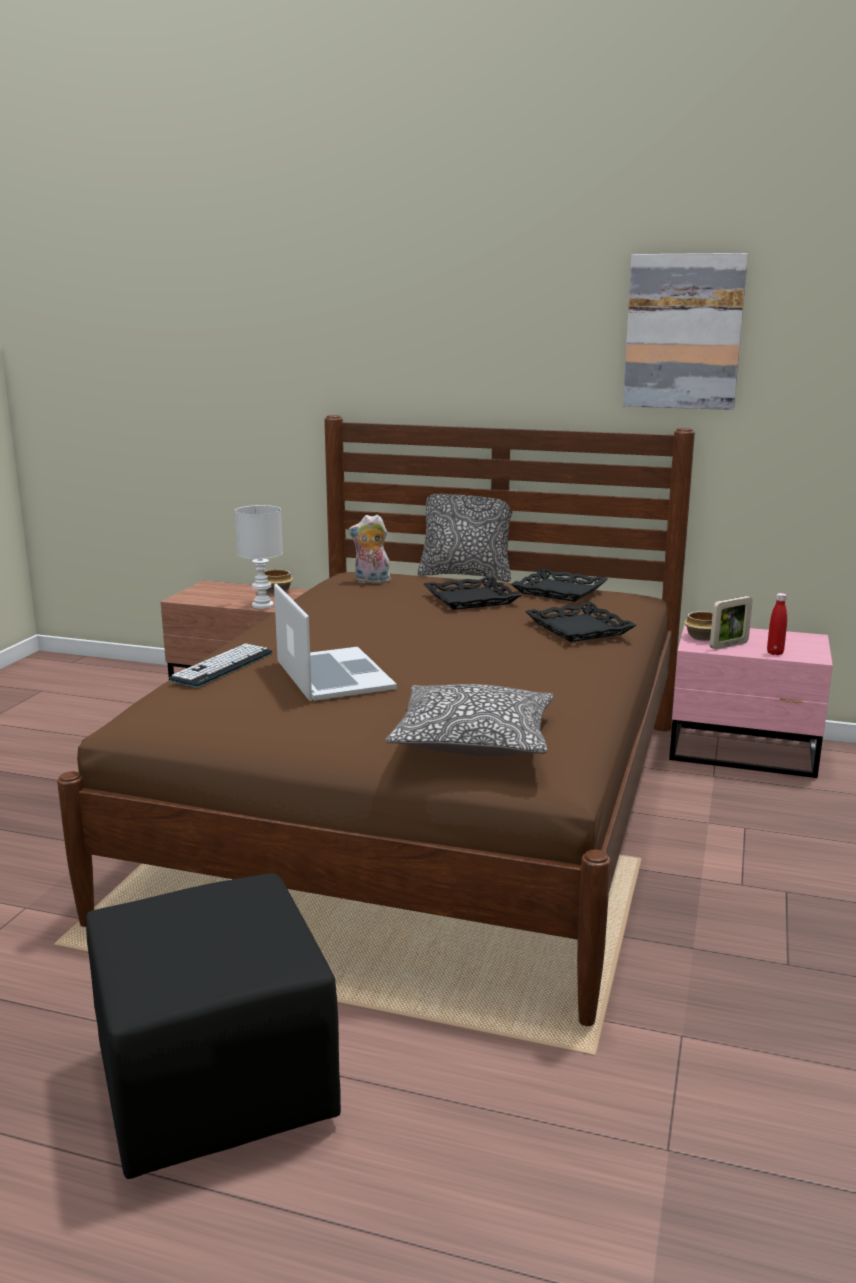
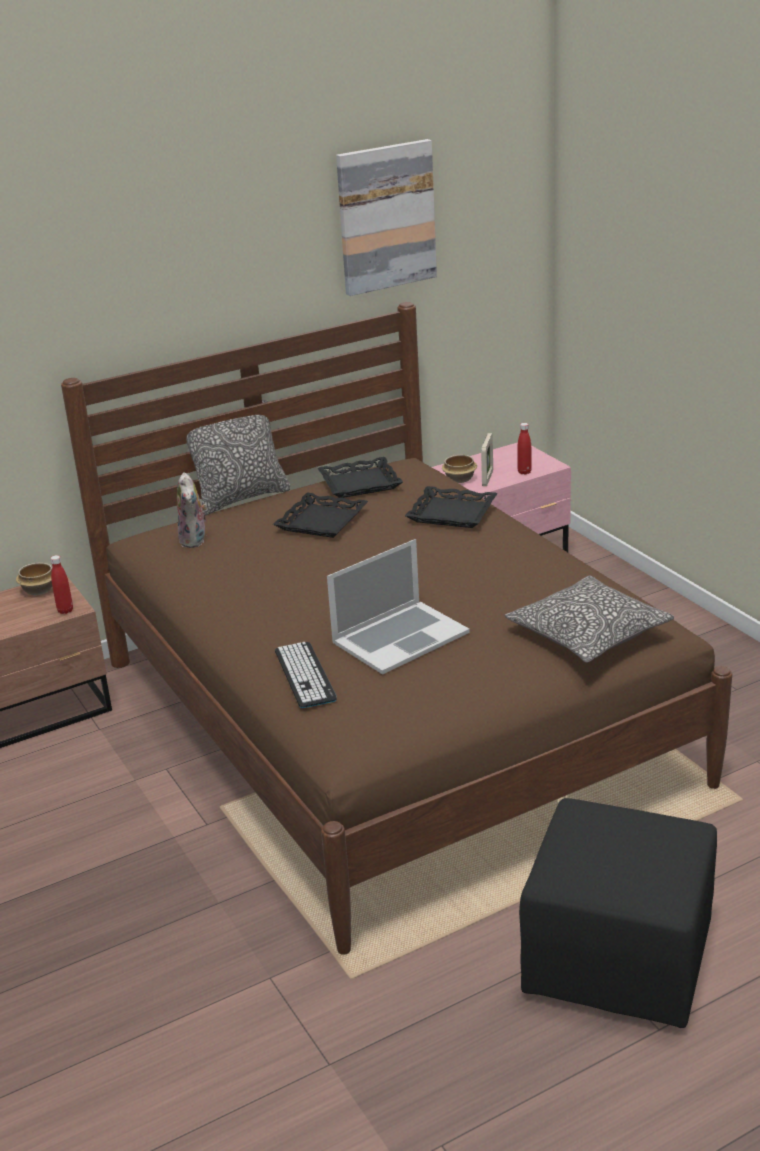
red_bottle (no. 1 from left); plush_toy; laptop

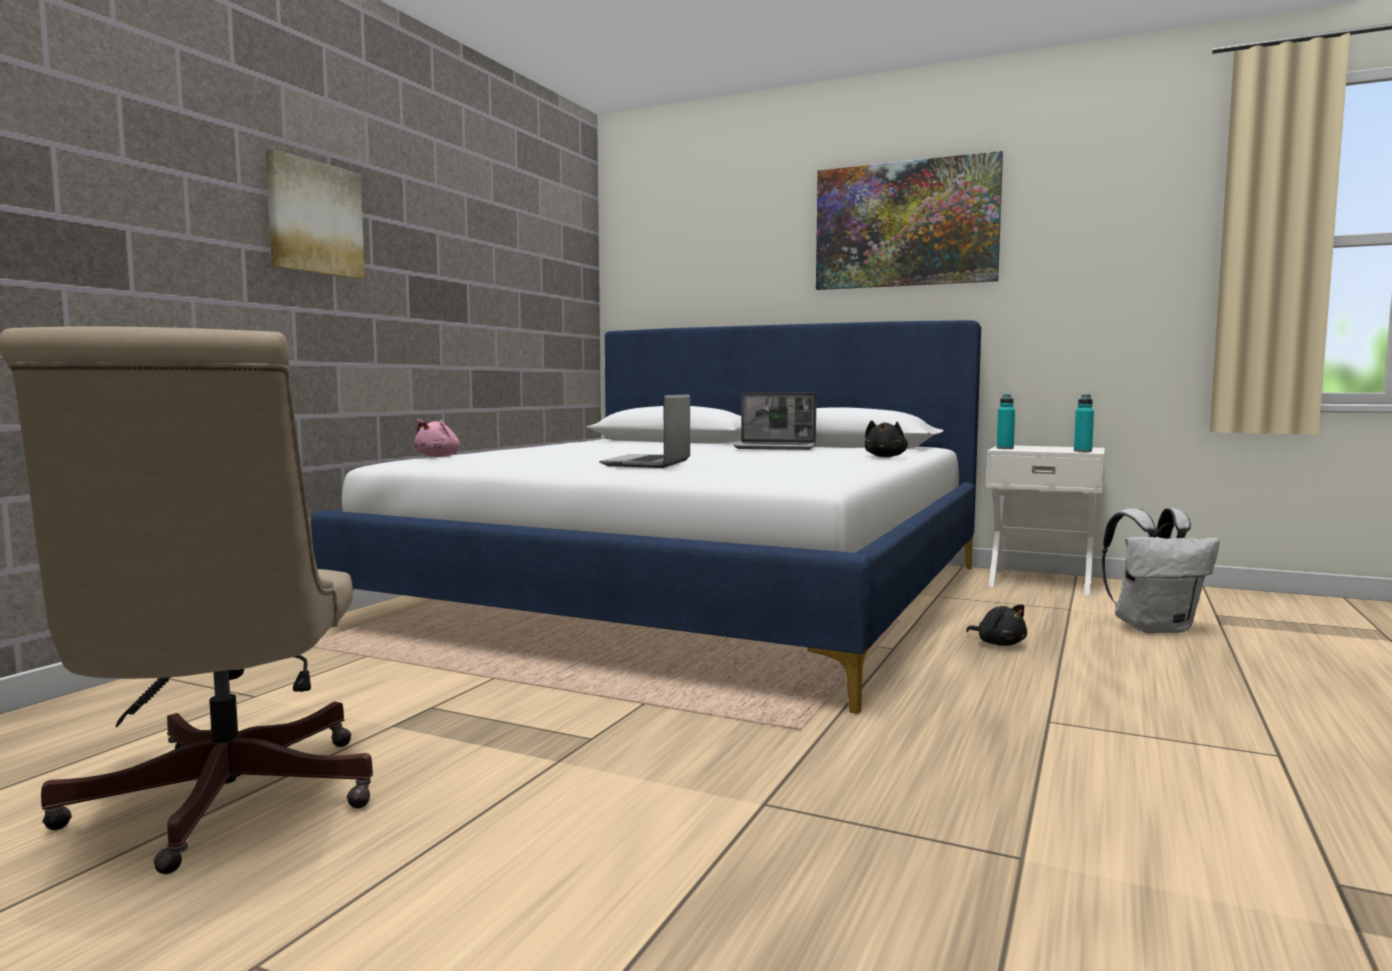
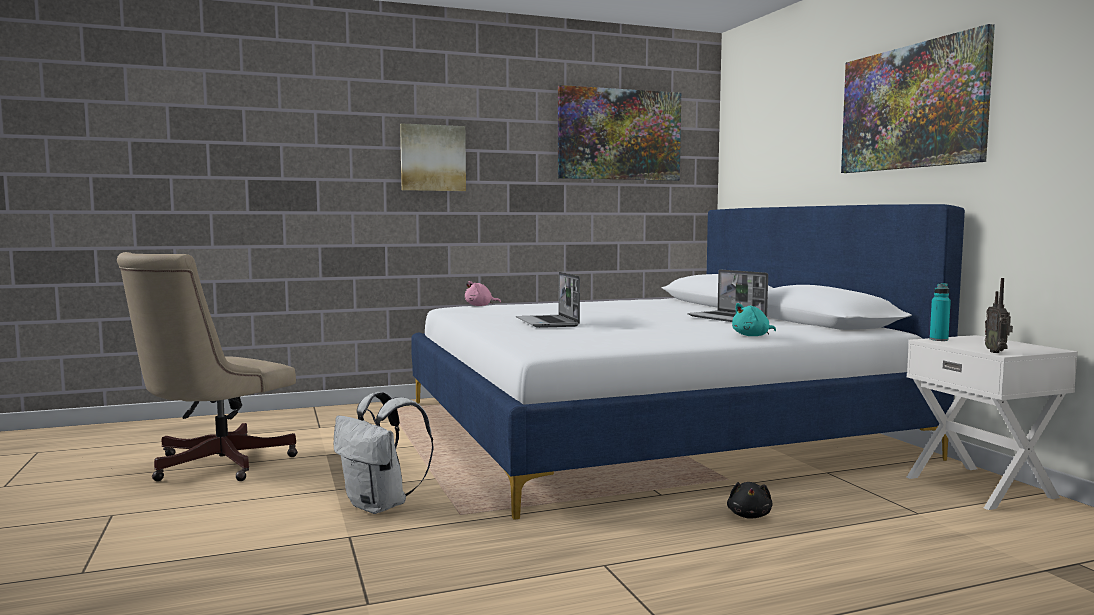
laptop (no. 1 from left); radio; turquoise_plush_toy; white_backpack; picture (no. 2 from left)

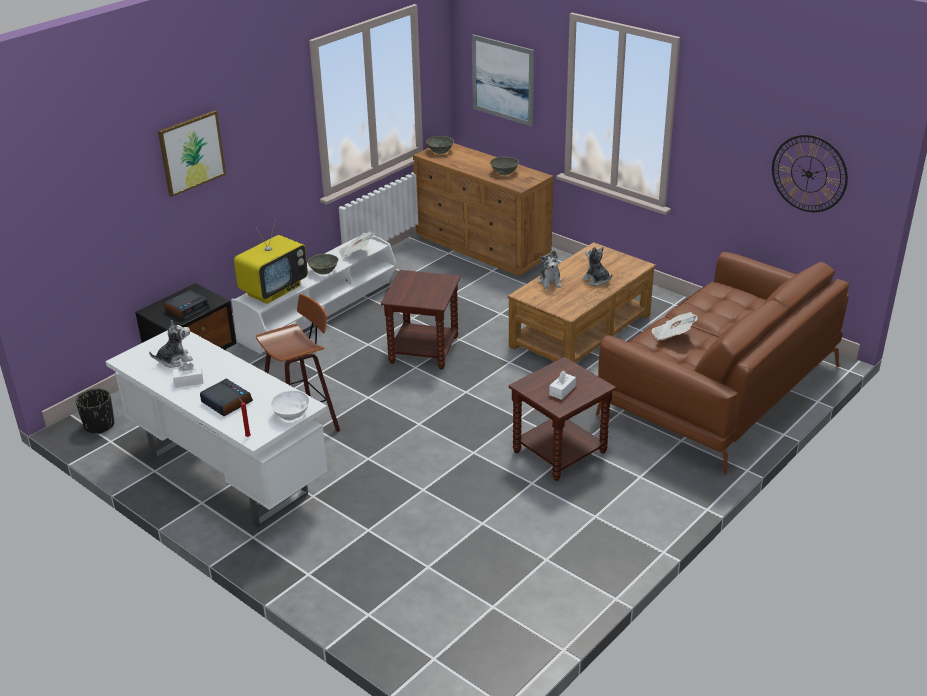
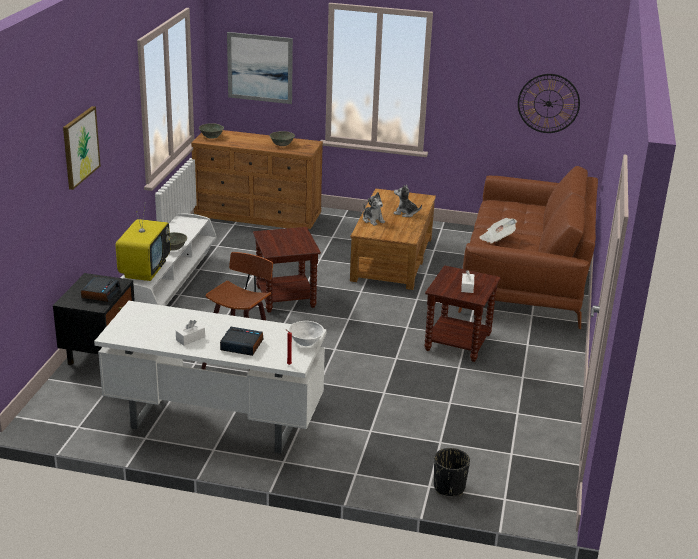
newspaper (no. 1 from left in the first image); plush_toy (no. 1 from left in the first image); black_planter

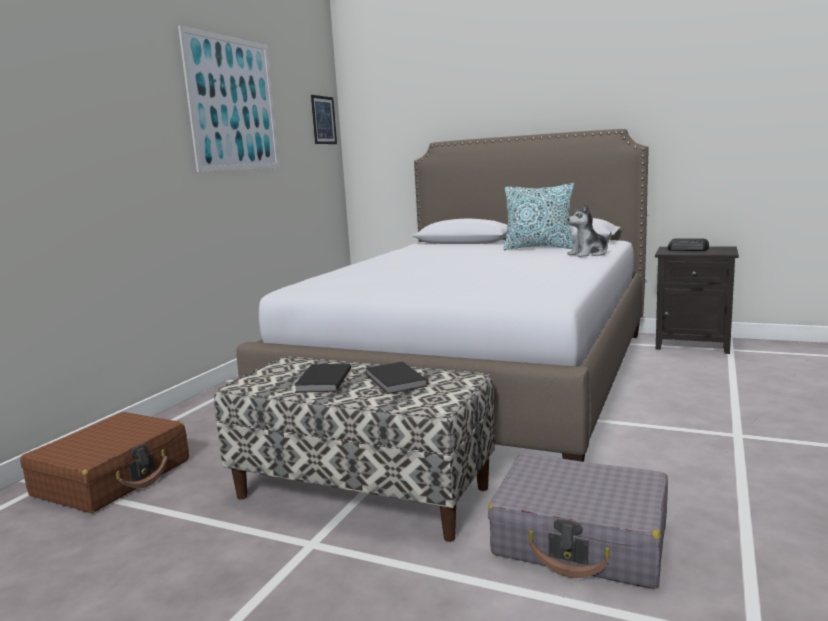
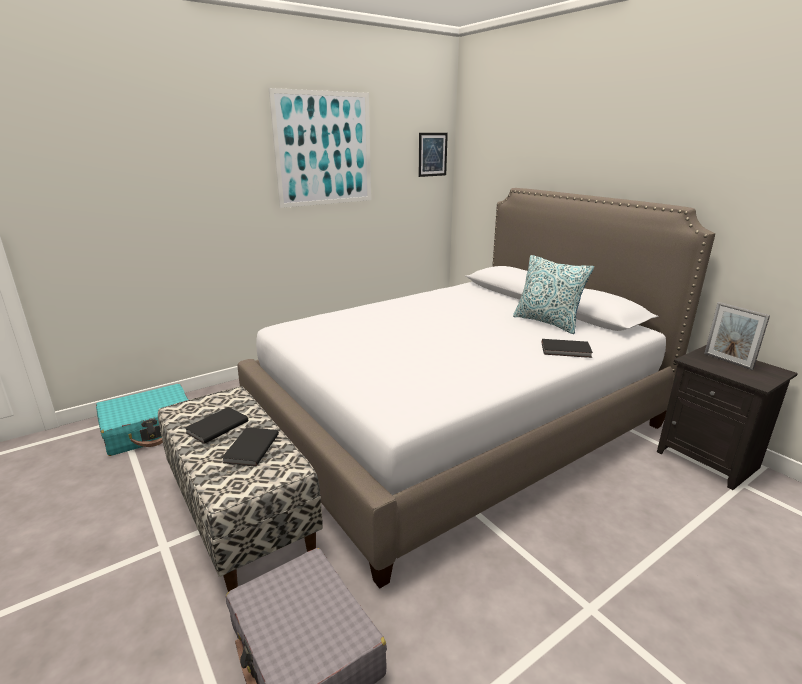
black_book (no. 3 from left); picture_frame; turquoise_suitcase

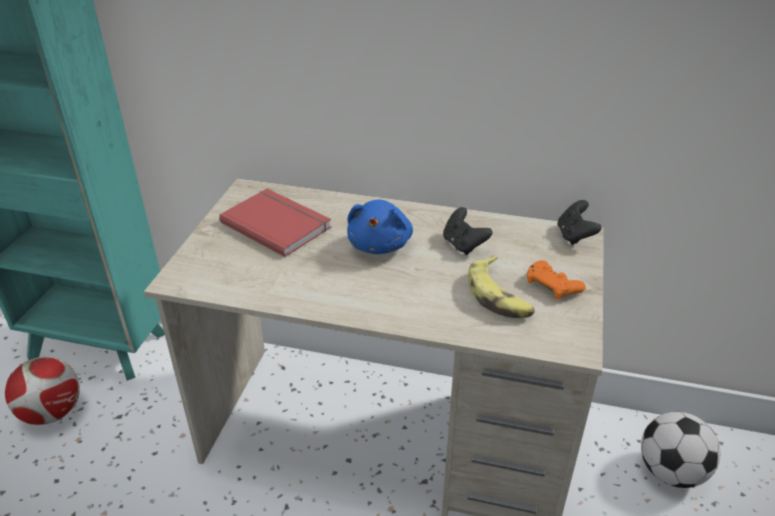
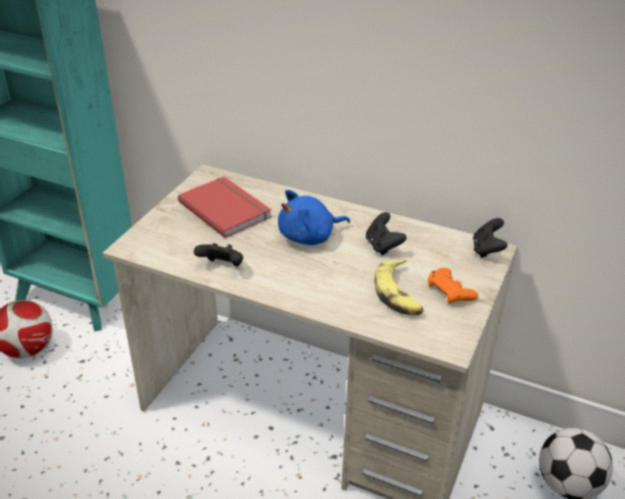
blue_plush_toy; black_game_controller (no. 1 from left)

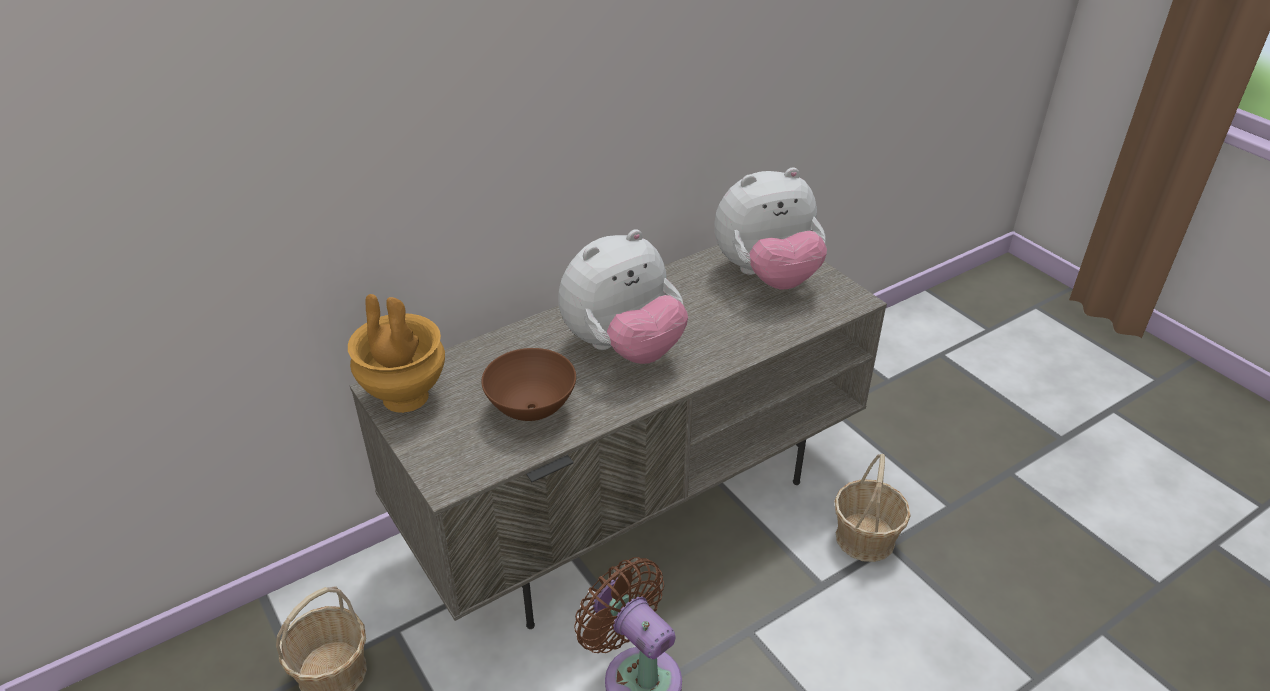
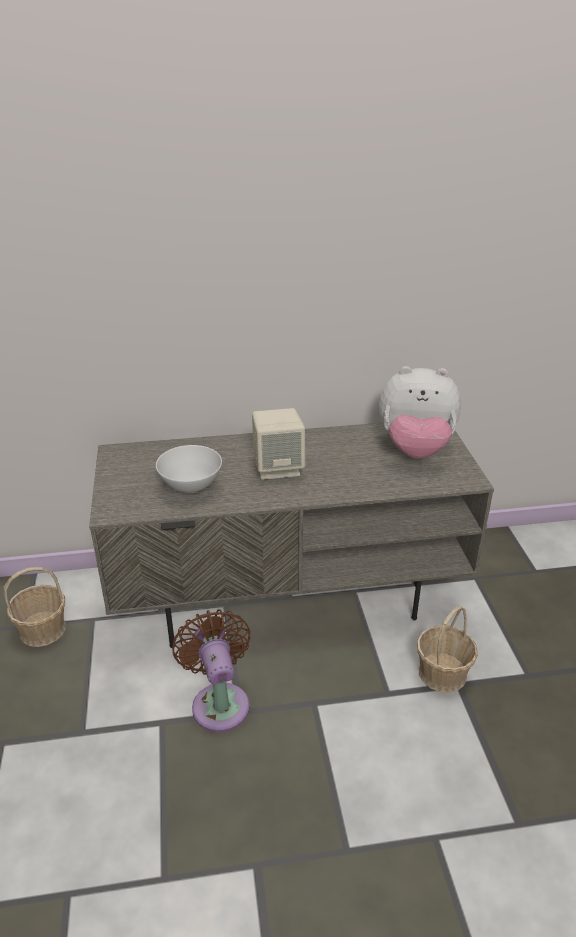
beige_speaker; brown_vase; white_bowl

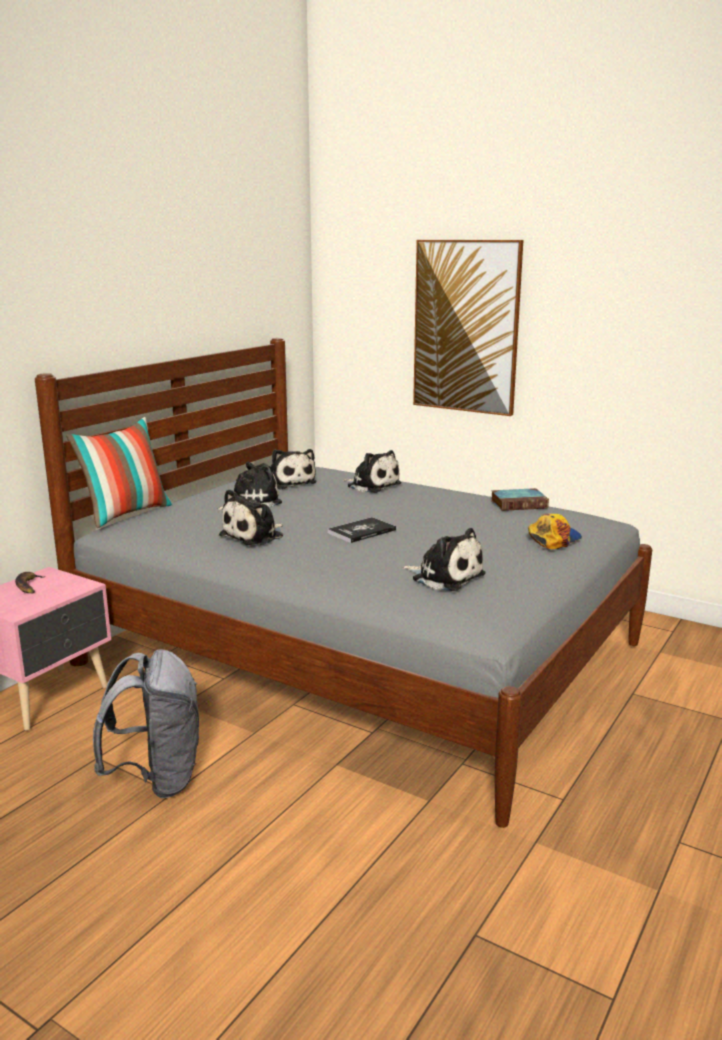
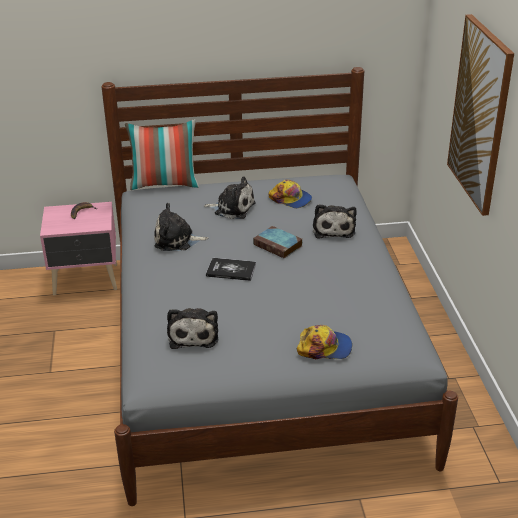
cap (no. 1 from left); book (no. 2 from left); grey_backpack

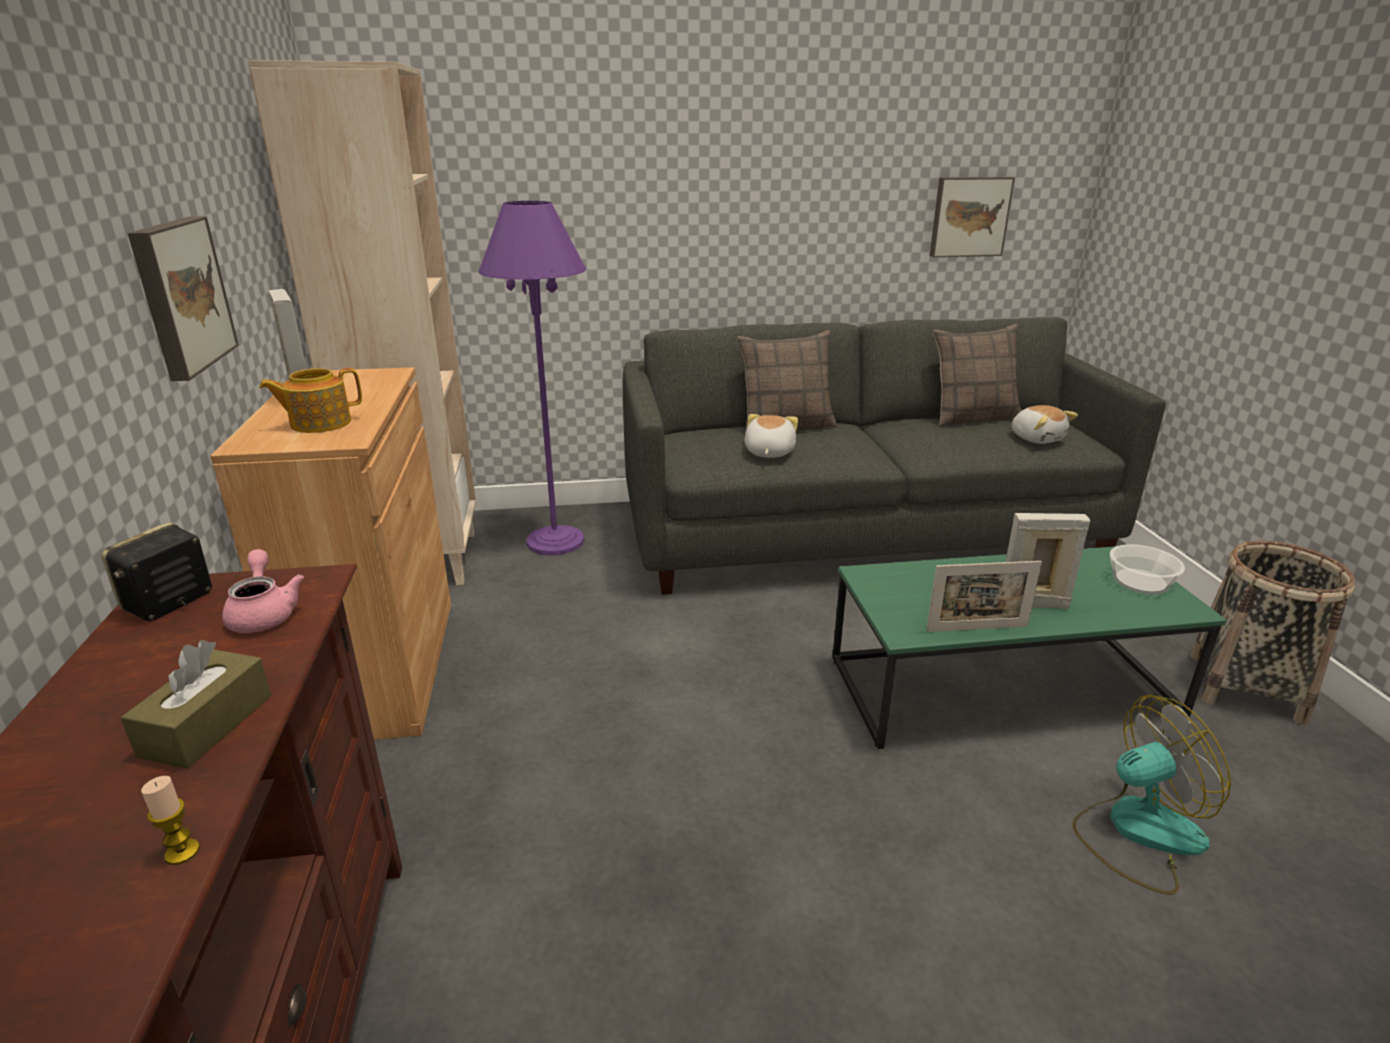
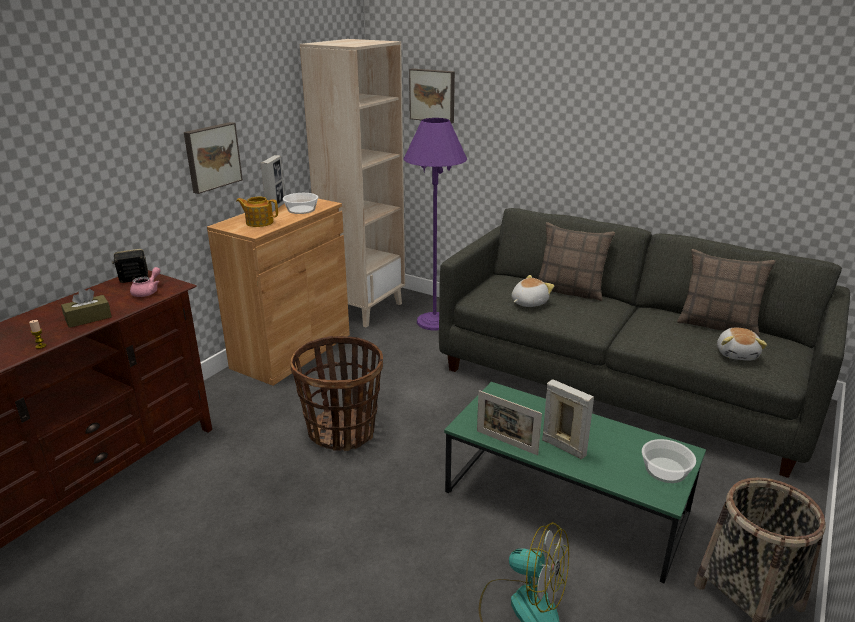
picture (no. 2 from left); bowl (no. 1 from left); basket (no. 1 from left)

